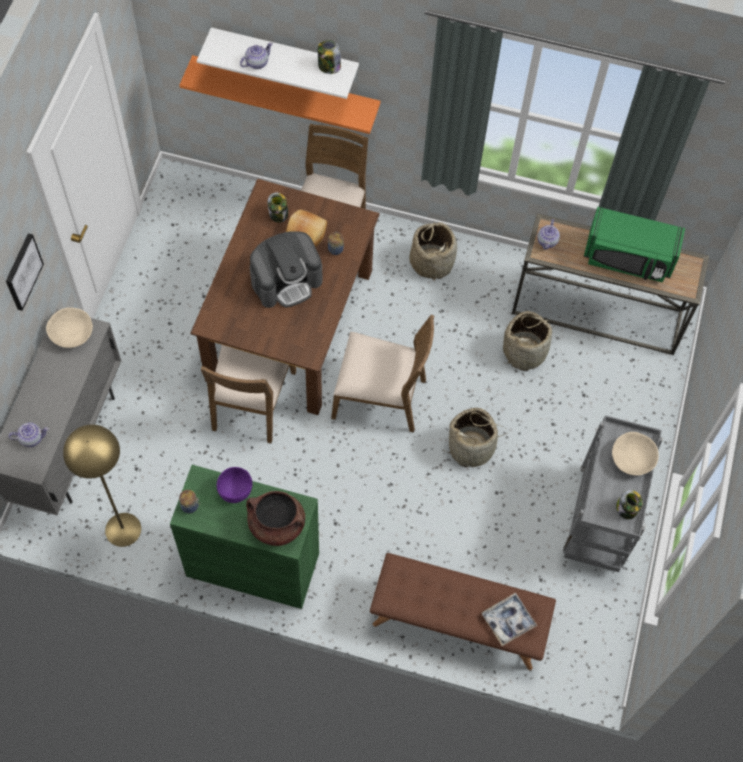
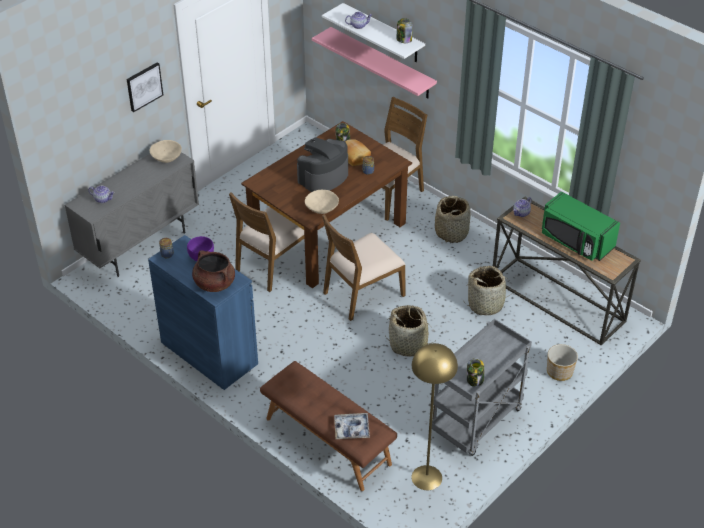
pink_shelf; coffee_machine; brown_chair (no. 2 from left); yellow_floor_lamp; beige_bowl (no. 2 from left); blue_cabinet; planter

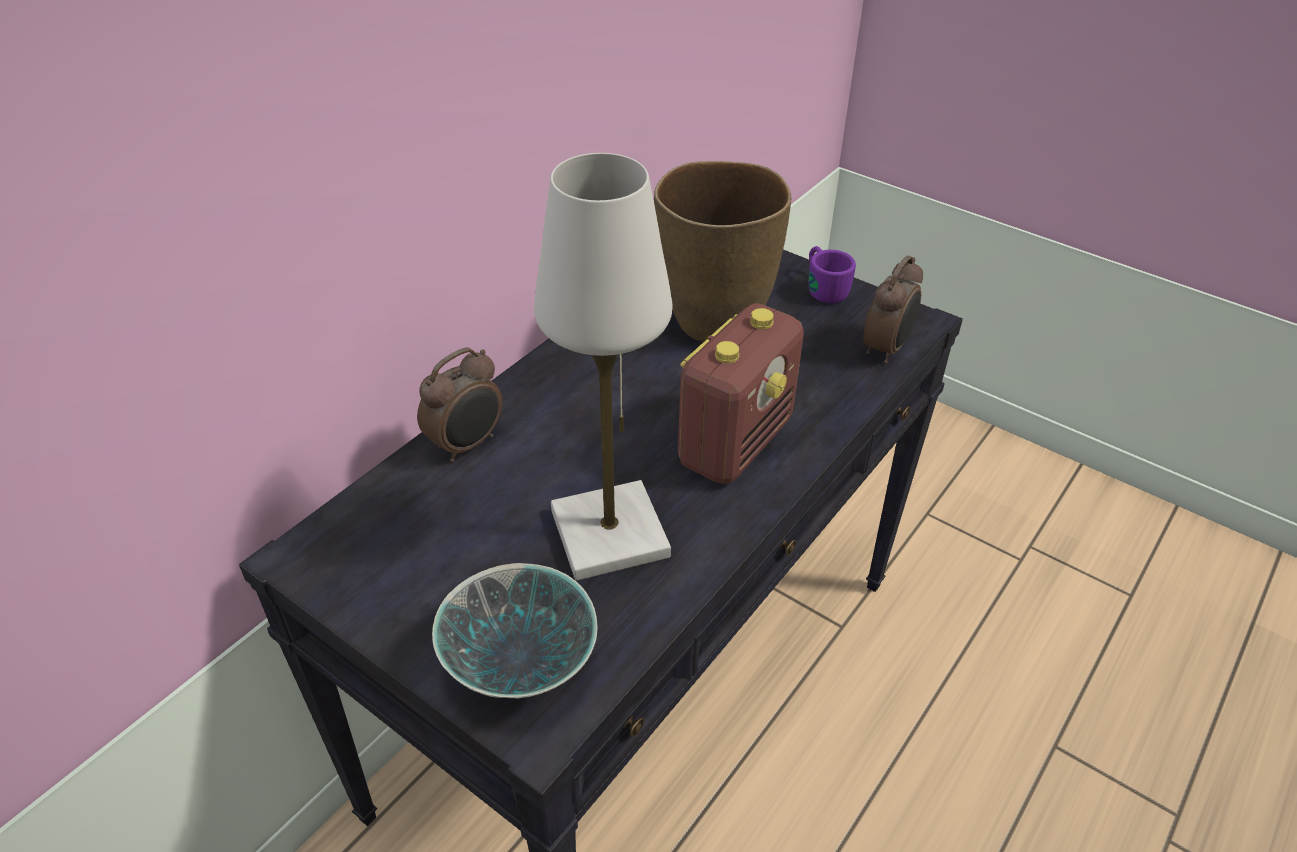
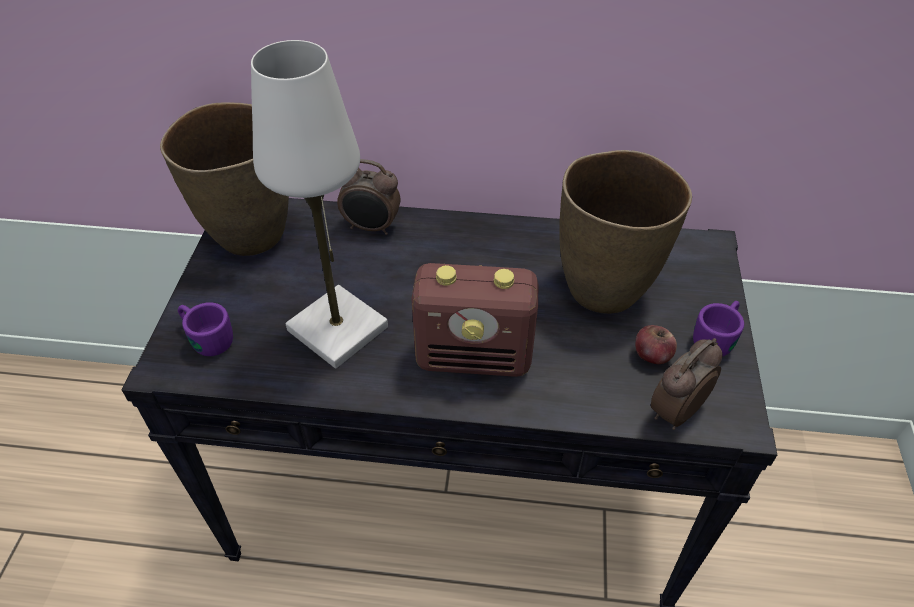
alarm_clock (no. 2 from left); purple_mug (no. 1 from left); brown_vase (no. 1 from left); apple

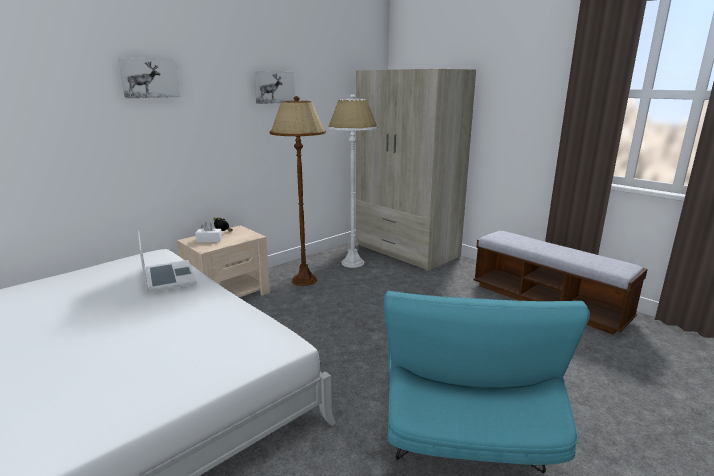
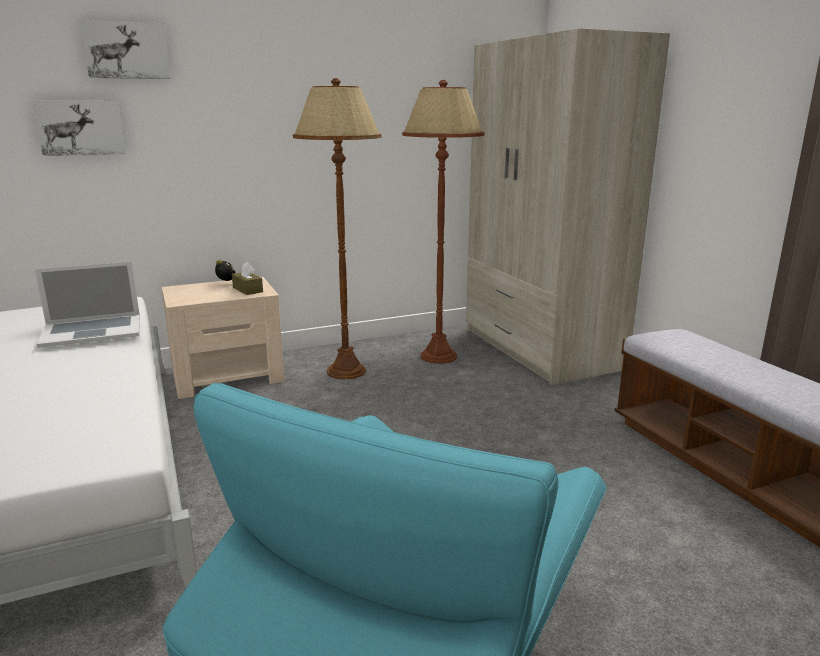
picture (no. 1 from left); brown_floor_lamp (no. 2 from left); white_tissue_box; laptop; brown_tissue_box

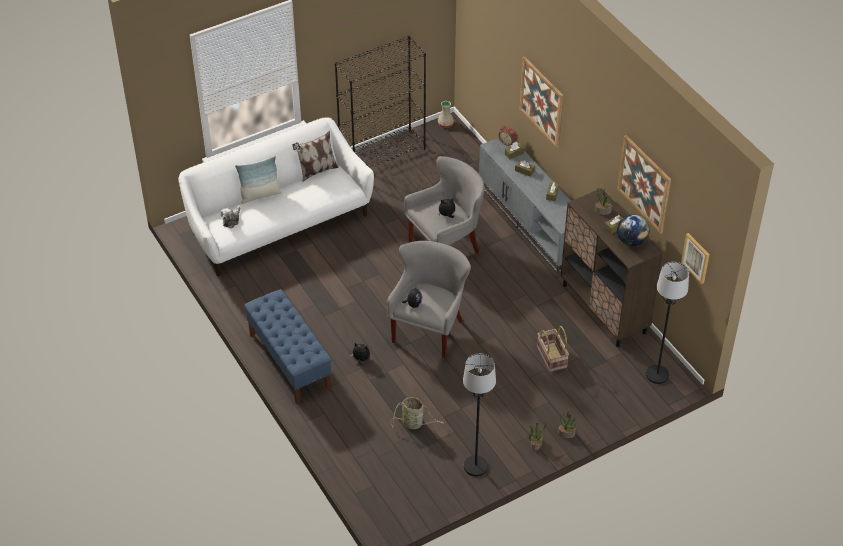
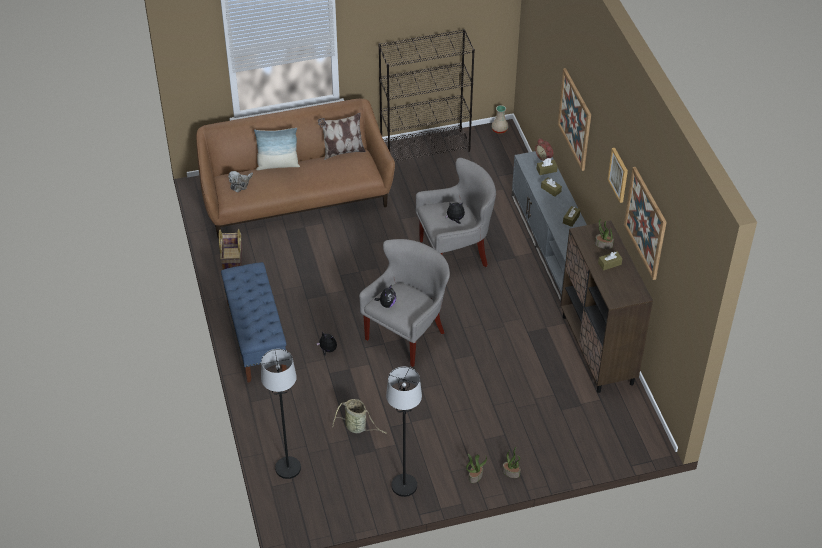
brown_sofa; globe; picture (no. 2 from left); black_floor_lamp (no. 1 from left); basket (no. 1 from left)

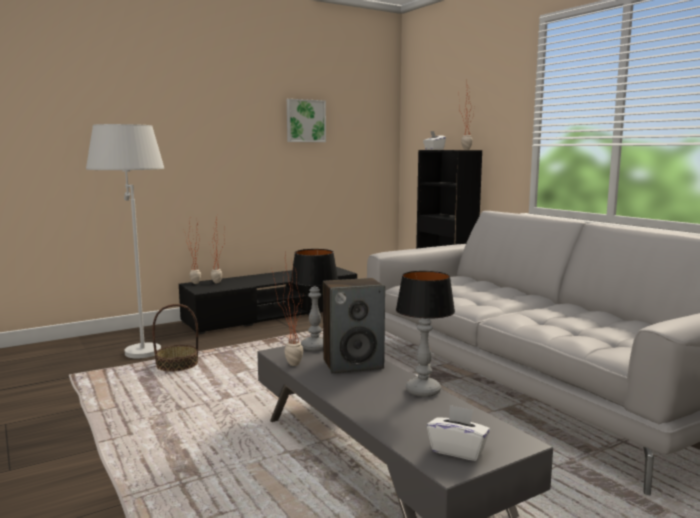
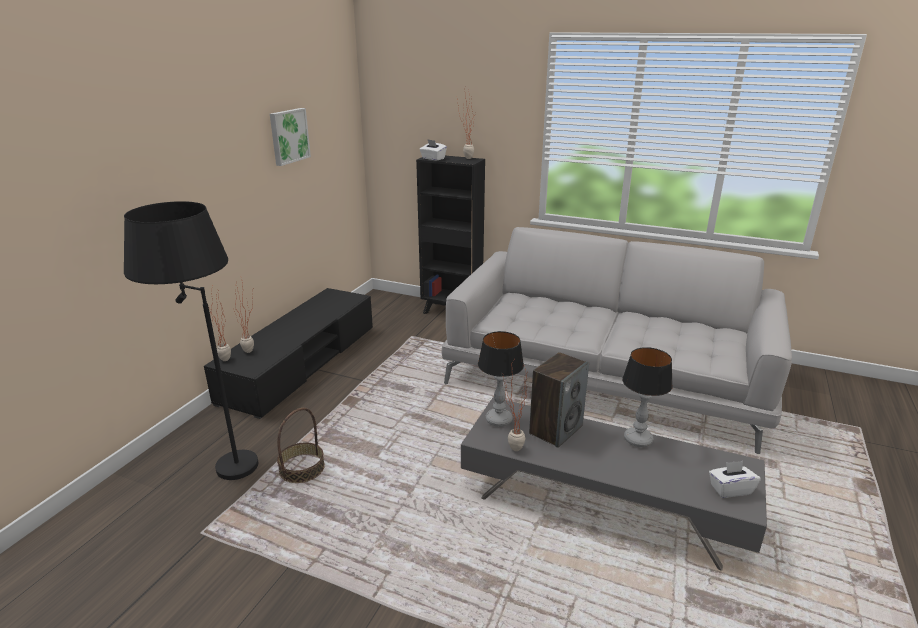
black_floor_lamp

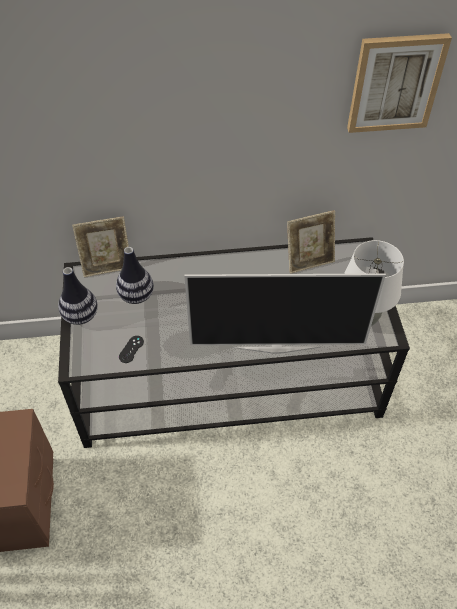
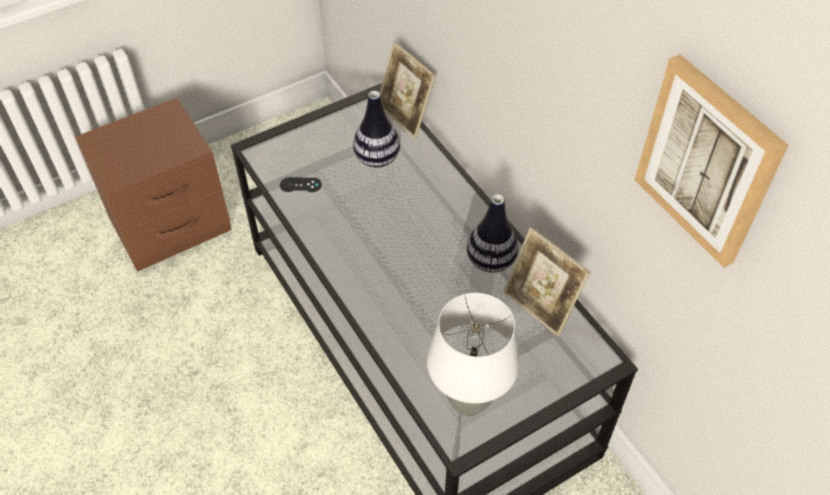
vase (no. 2 from left); television

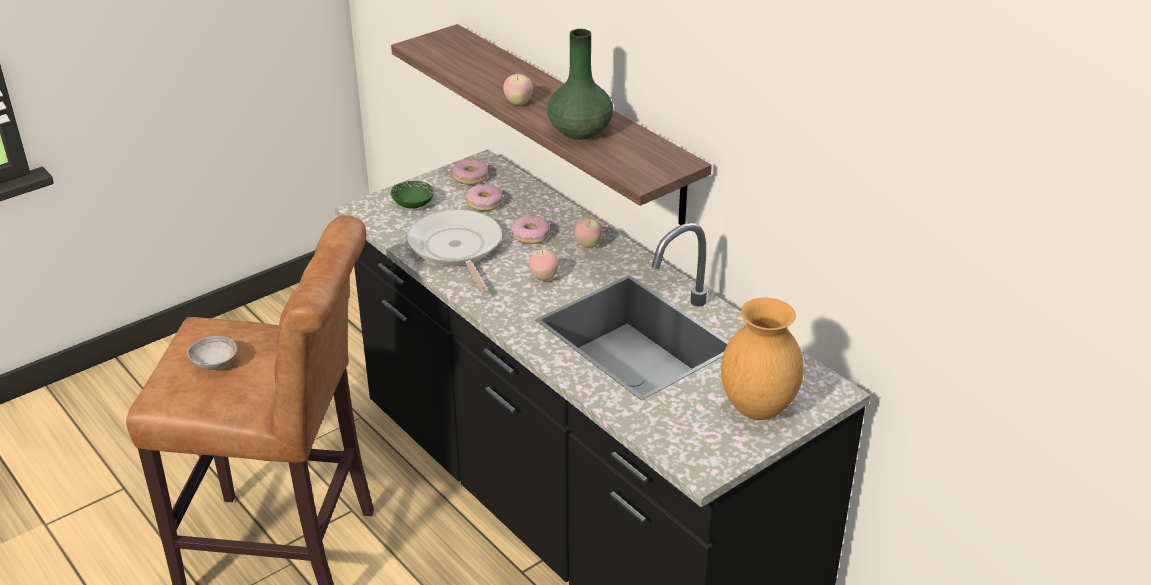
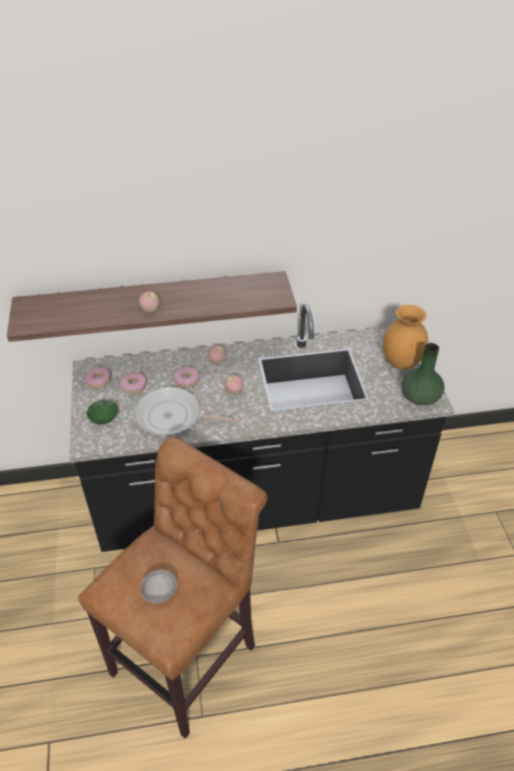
green_vase

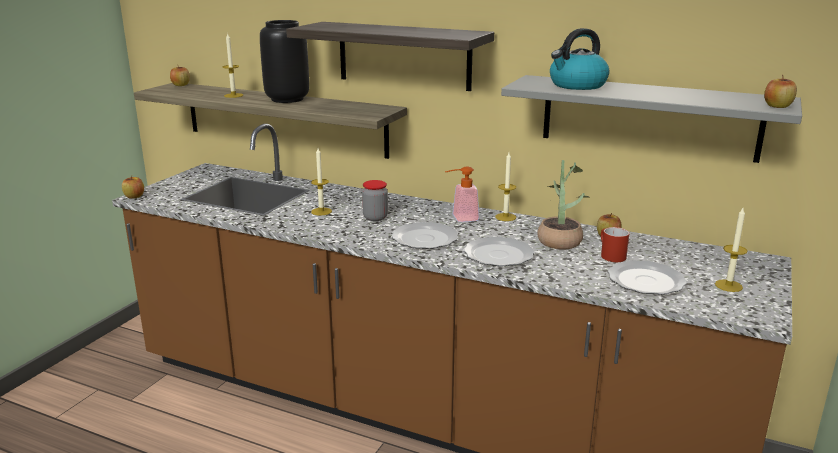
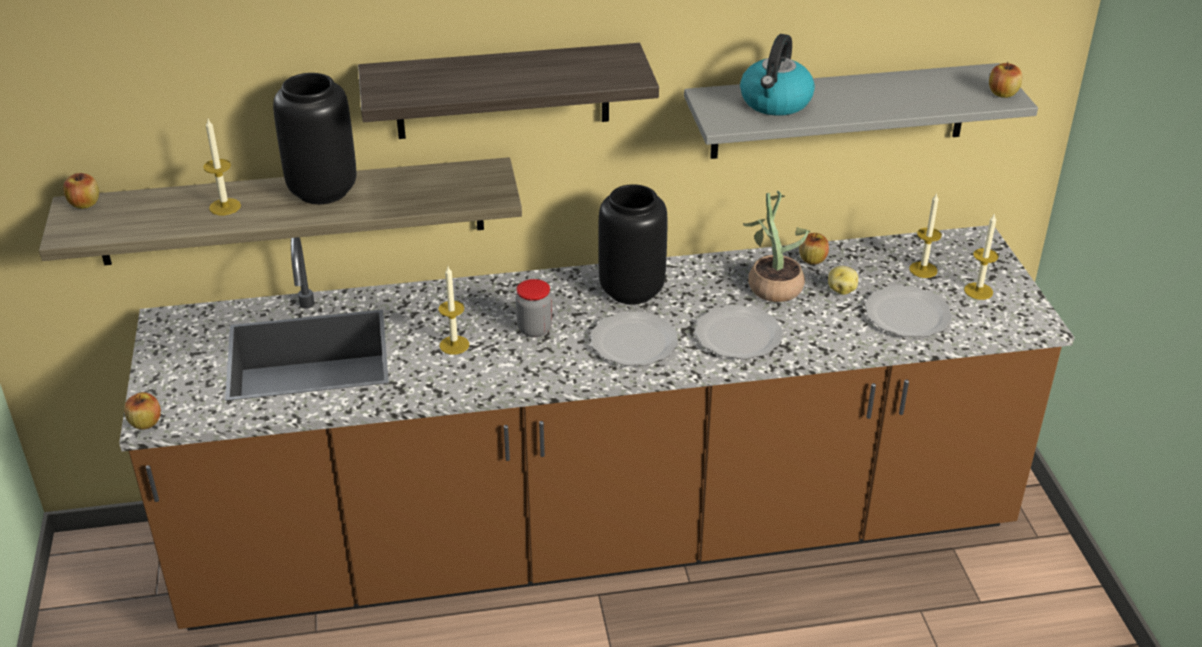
candle (no. 3 from left); black_vase (no. 2 from left); potato

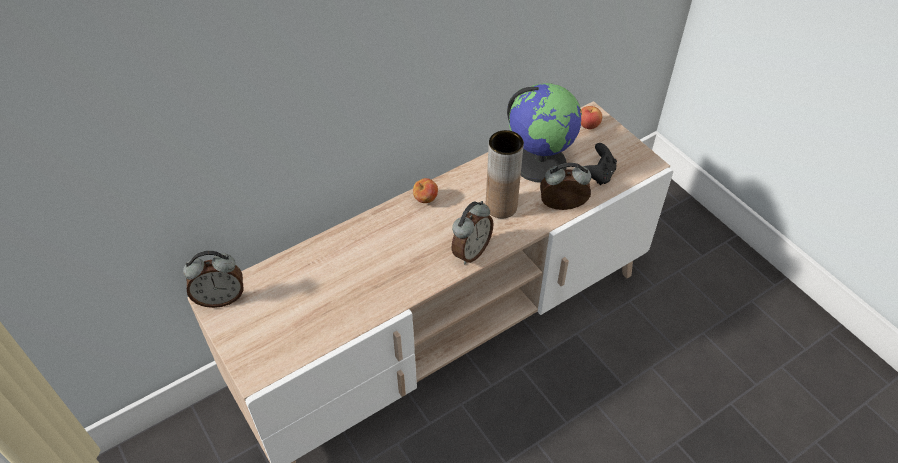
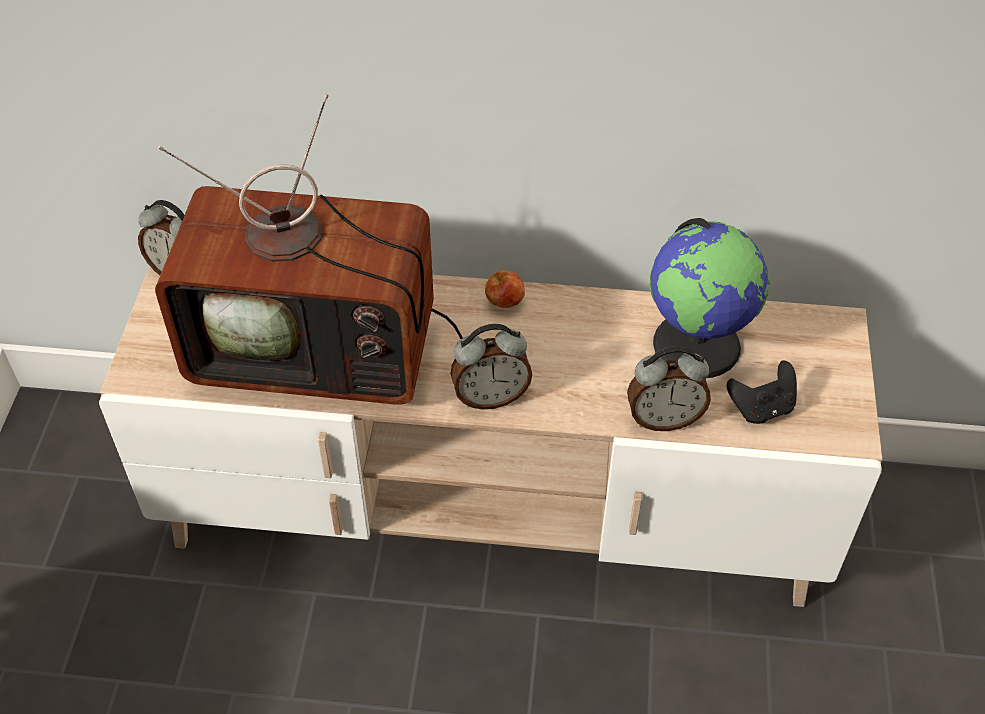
apple (no. 2 from left in the first image); brown_vase; alarm_clock (no. 3 from left); television

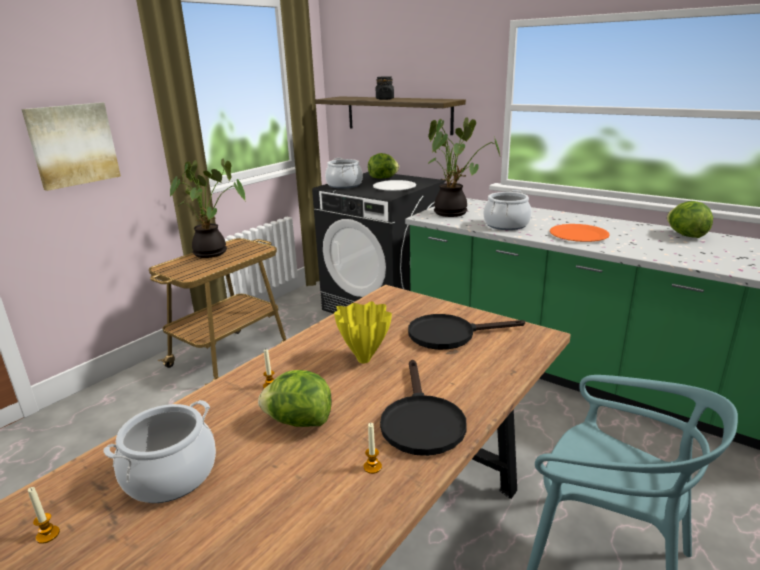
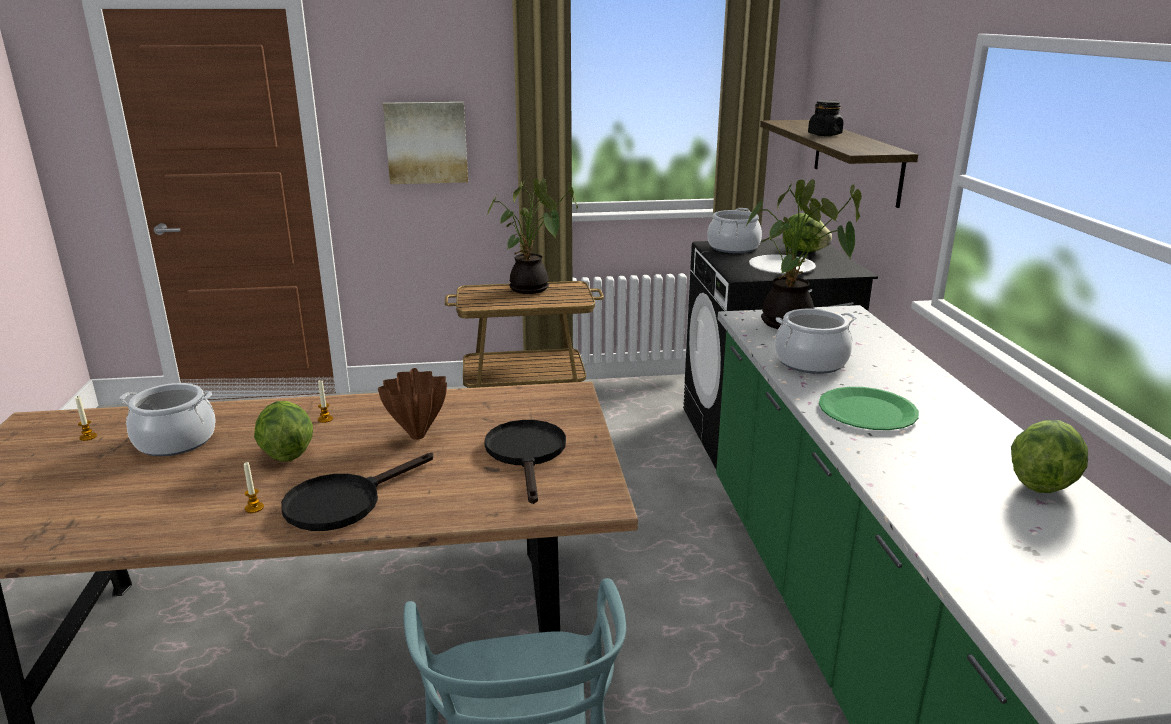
green_plate; brown_vase; black_frying_pan (no. 2 from left)

